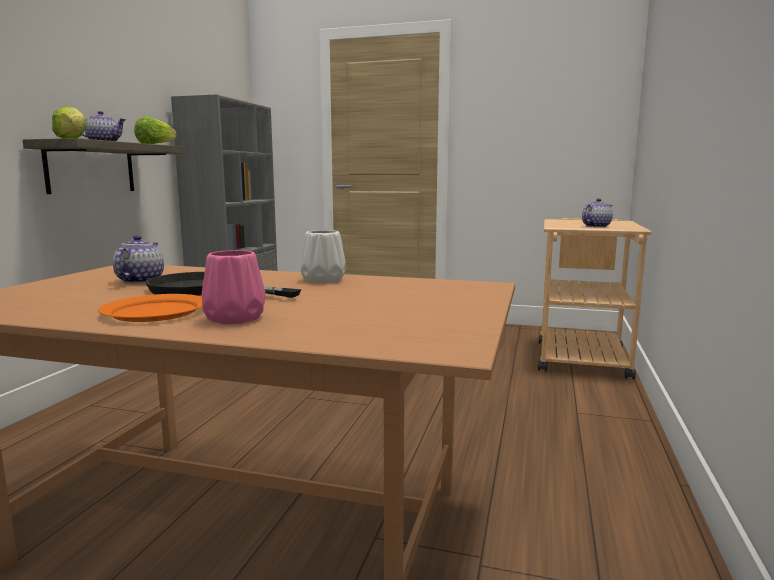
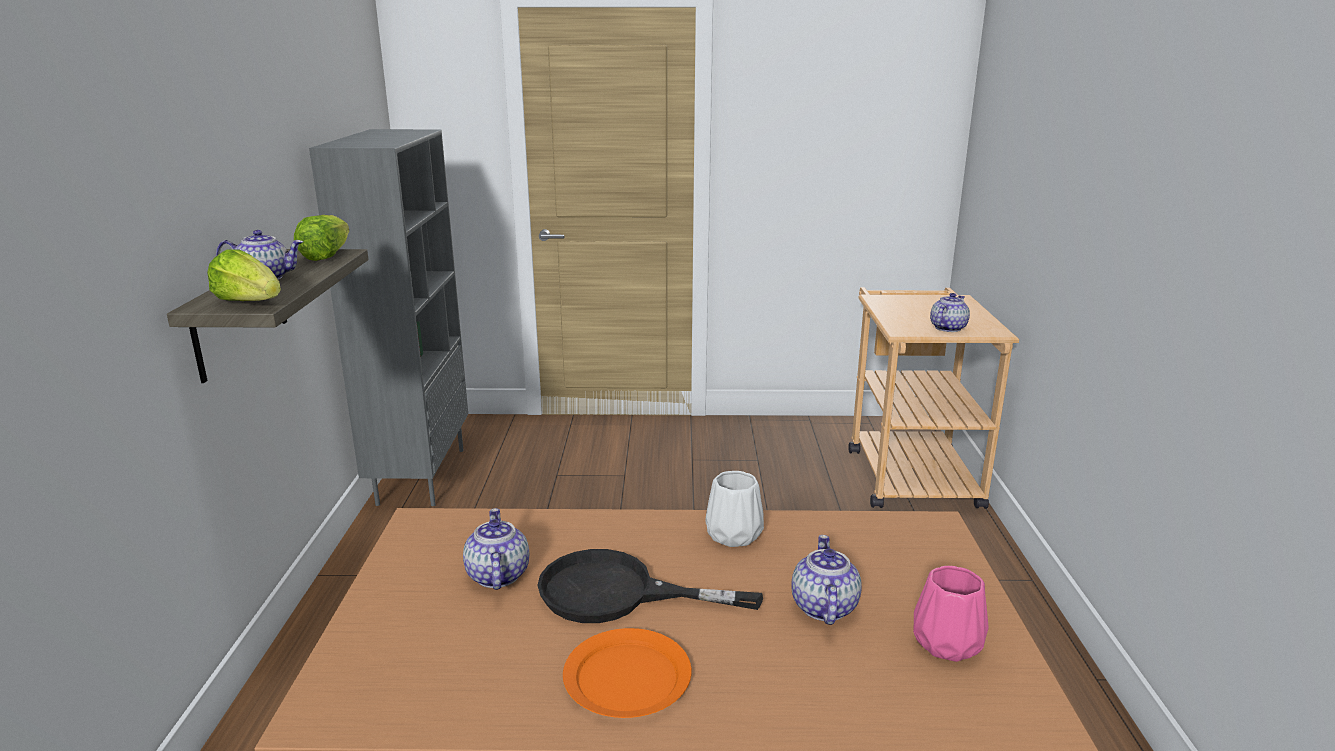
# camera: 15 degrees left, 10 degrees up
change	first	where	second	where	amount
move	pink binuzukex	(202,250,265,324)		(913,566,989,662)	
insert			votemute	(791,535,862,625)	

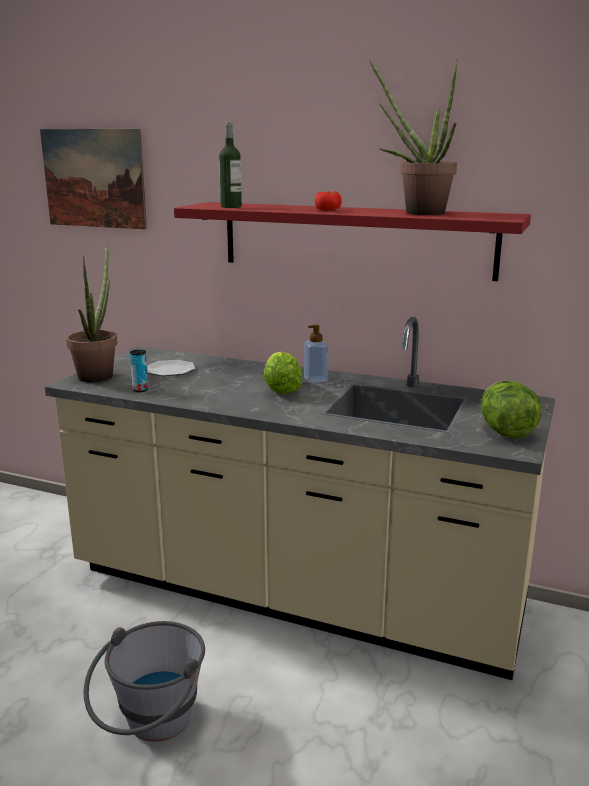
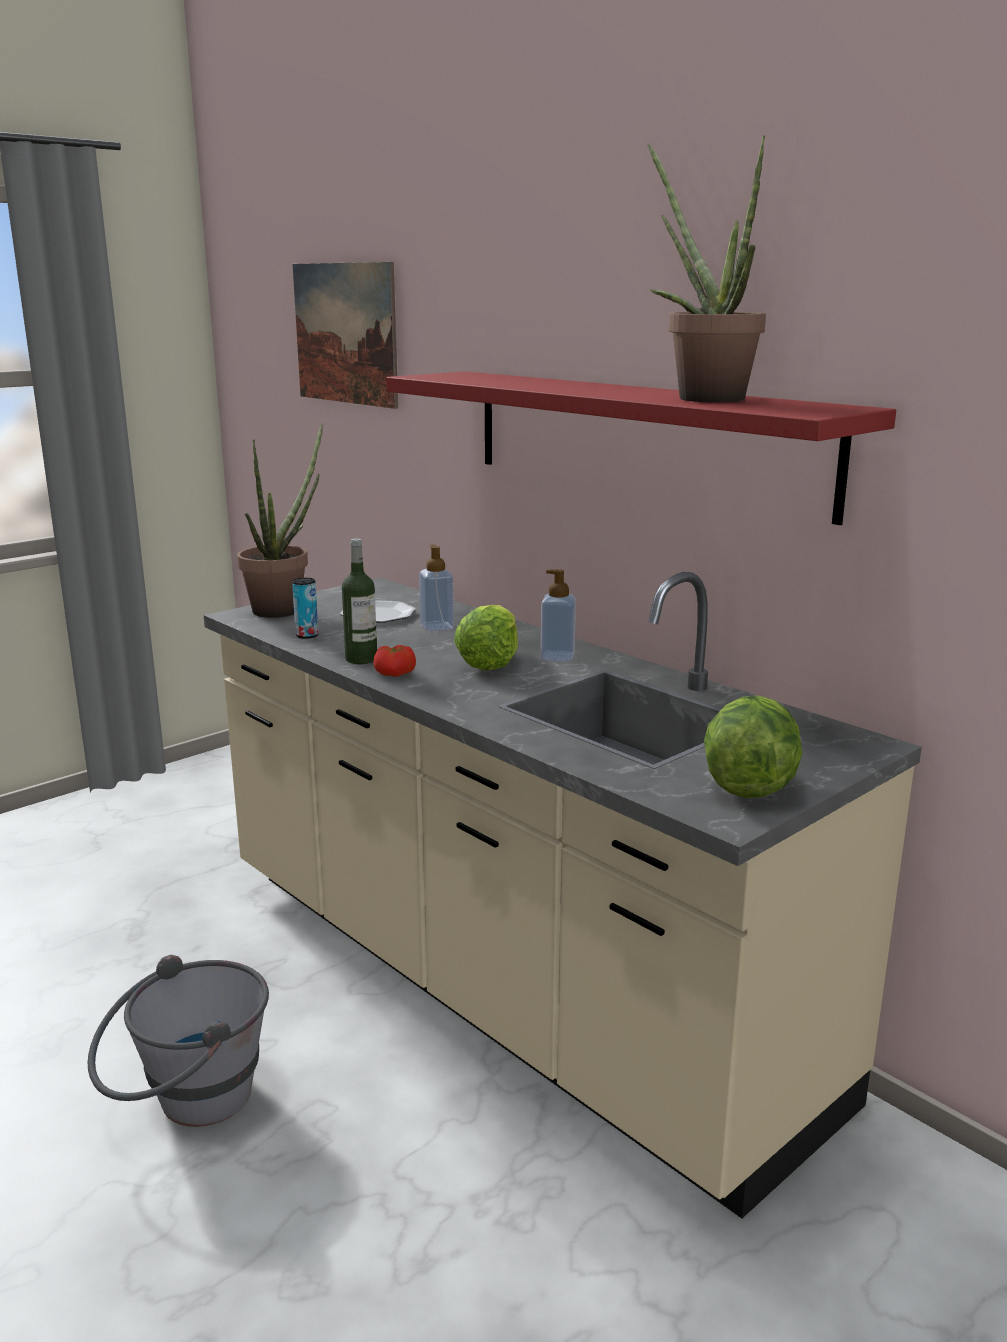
# camera: 25 degrees right, 0 degrees up
change	first	where	second	where	amount
move	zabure	(219,122,242,208)		(342,539,377,664)	
move	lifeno	(315,191,342,211)		(373,645,416,677)	
insert			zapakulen	(419,544,454,631)	

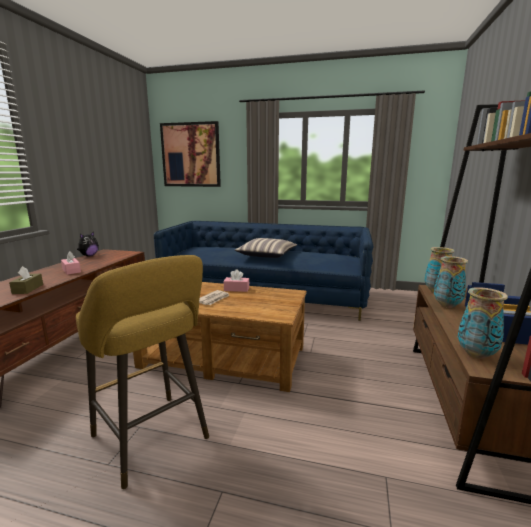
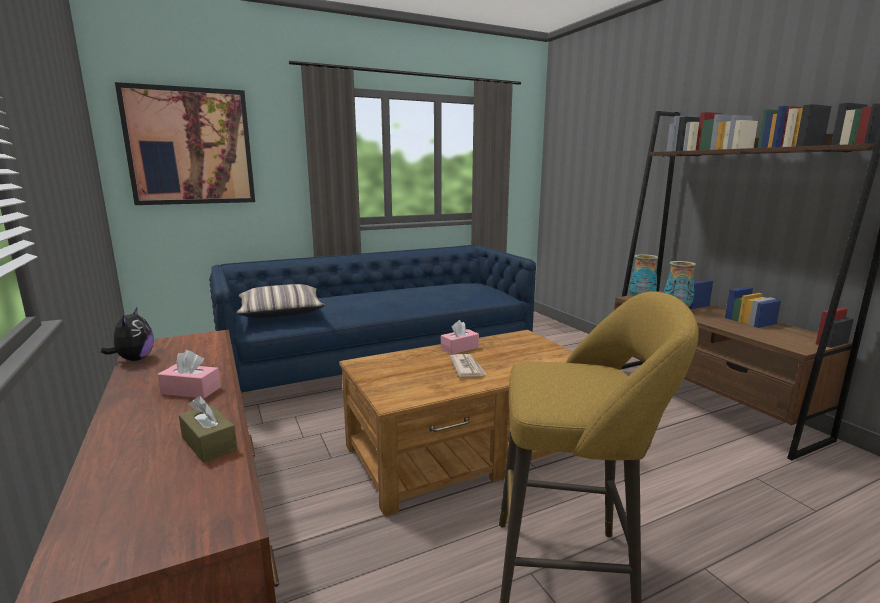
# camera: 40 degrees left, 0 degrees up
change	first	where	second	where	amount
move	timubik	(235,238,297,258)		(236,284,325,318)	
delete	binuzukex	(458,287,508,359)			

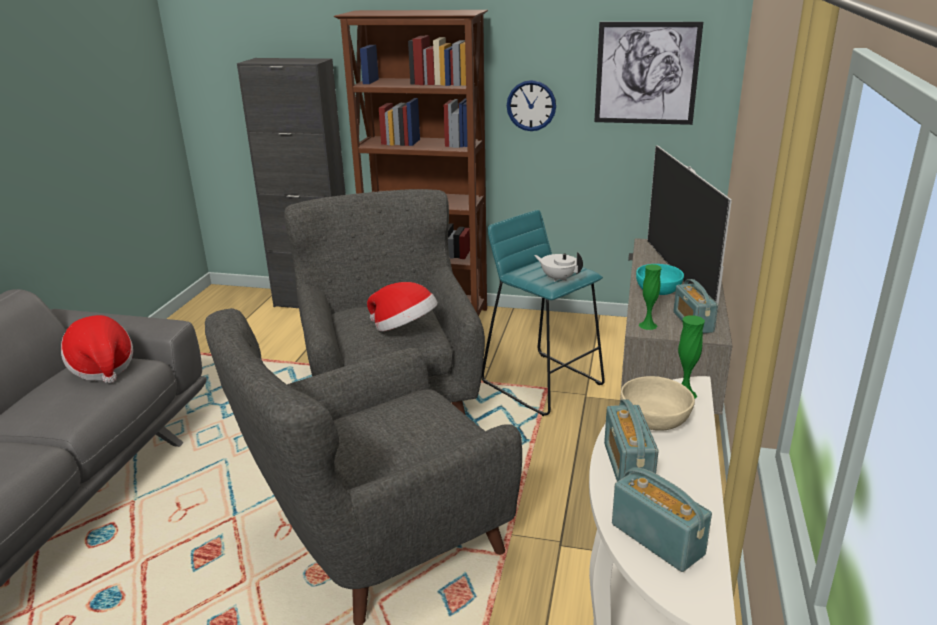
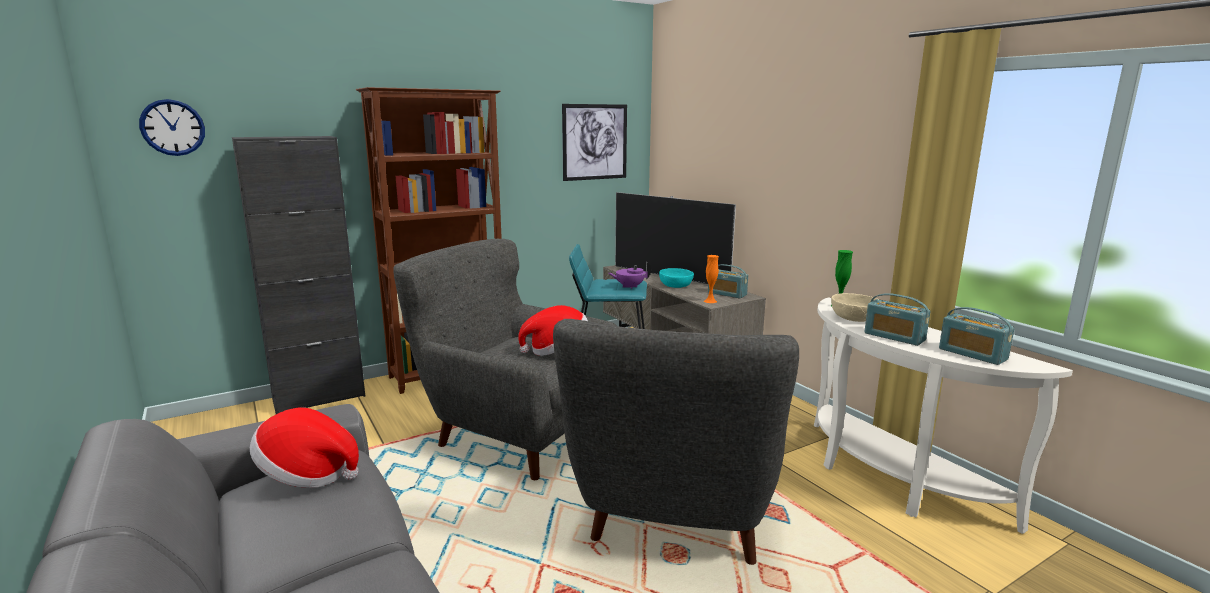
# camera: 45 degrees left, 10 degrees down
change	first	where	second	where	amount
move	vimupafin	(507,80,556,131)		(139,99,205,156)	
recolor	white votemute	(534,252,583,282)	purple votemute	(608,261,651,289)	
recolor	green binuzukex	(639,264,662,330)	orange binuzukex	(704,255,719,303)	
rotate	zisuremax	(612,467,712,572)		(939,307,1015,365)	135 degrees counterclockwise

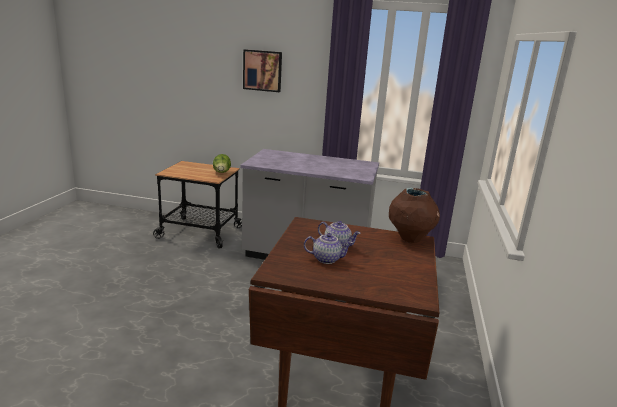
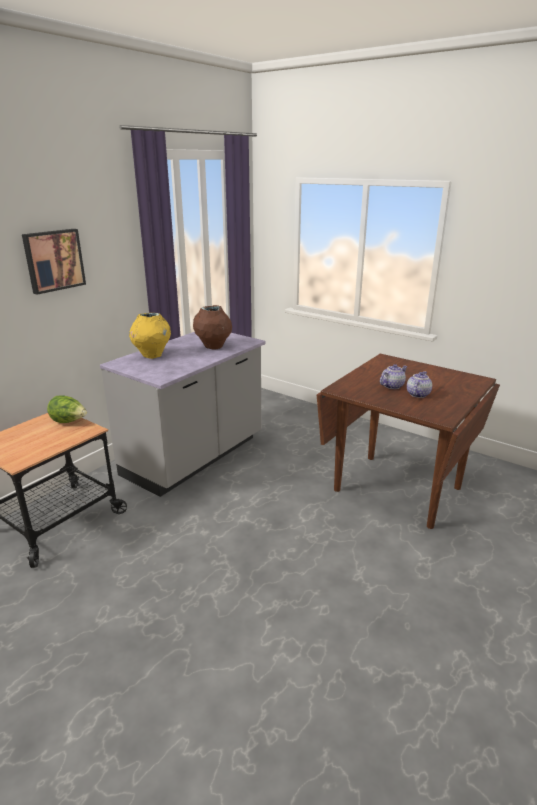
# camera: 65 degrees left, 5 degrees up
change	first	where	second	where	amount
move	brown binuzukex	(389,188,440,243)		(193,305,232,349)	
insert			yellow binuzukex	(129,313,171,359)	

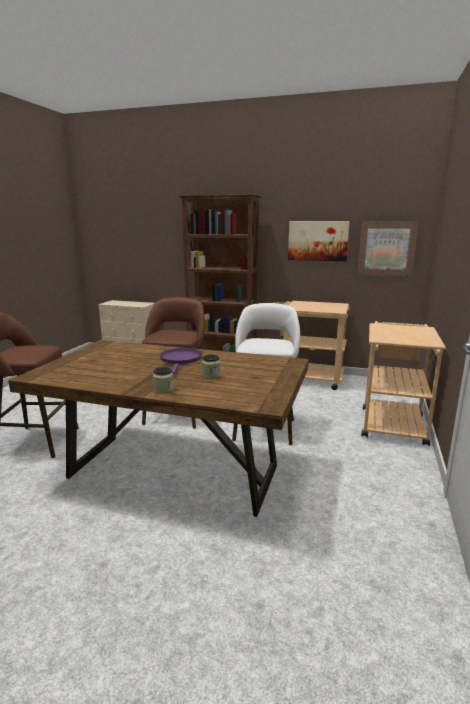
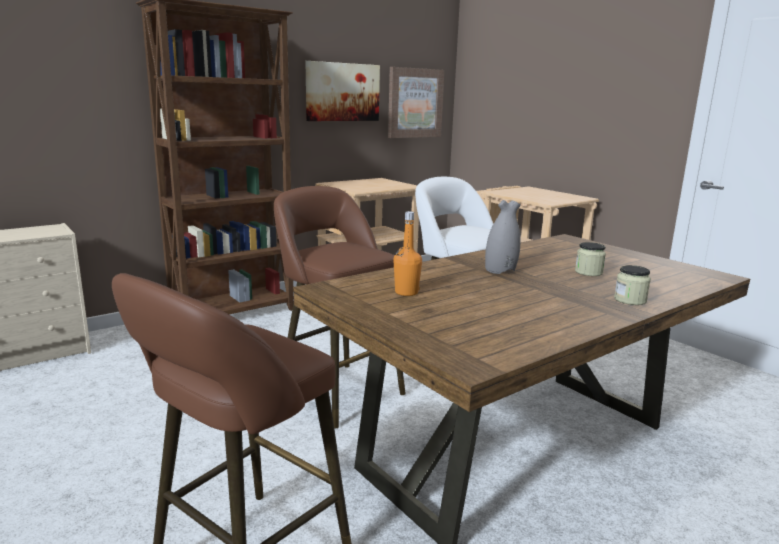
# camera: 55 degrees left, 0 degrees up
change	first	where	second	where	amount
replace	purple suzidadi	(160,348,202,374)	grey binuzukex	(485,200,521,274)	
insert			orange zabure	(393,211,422,296)	

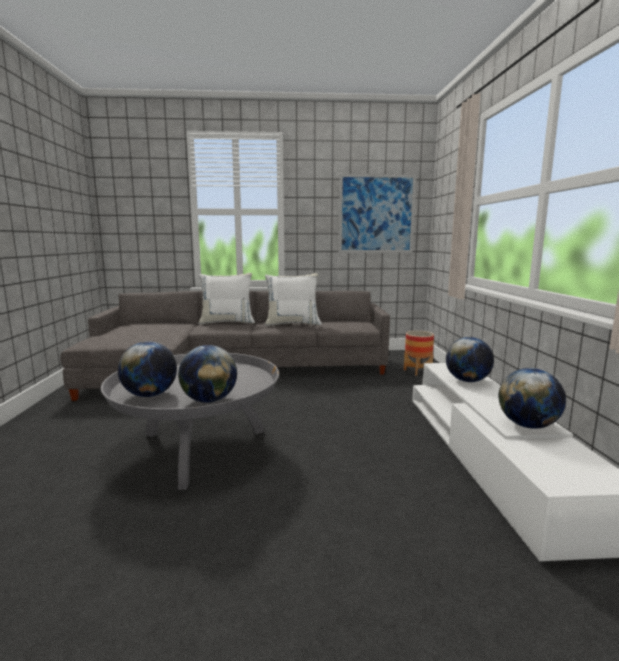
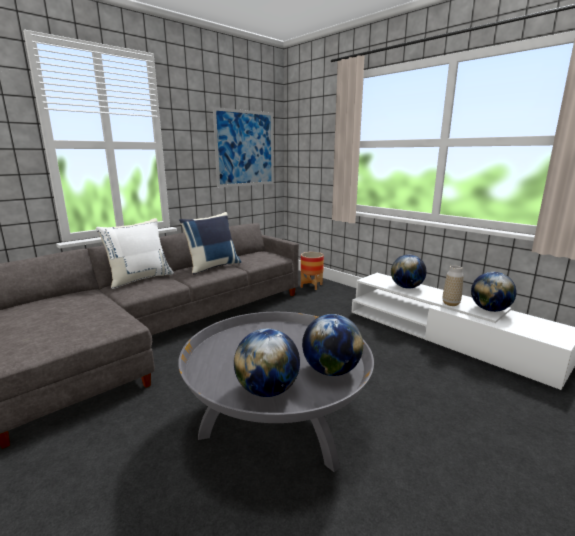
# camera: 40 degrees left, 5 degrees up
change	first	where	second	where	amount
recolor	white timubik	(265,273,322,326)	blue timubik	(179,212,241,275)	
insert			binuzukex	(443,265,464,306)	

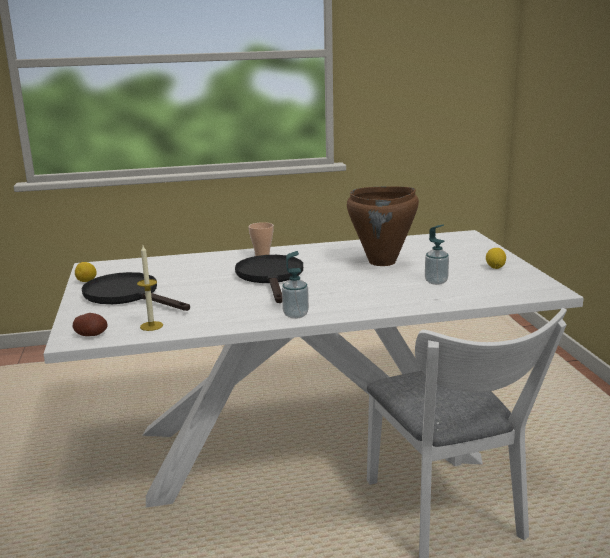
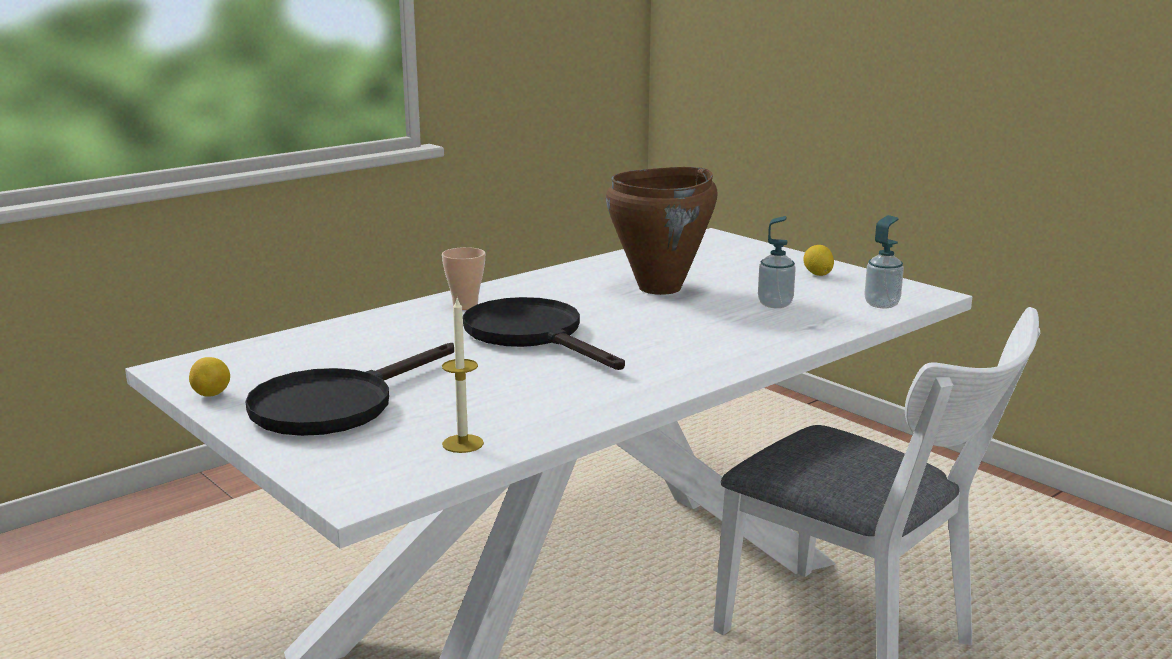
# camera: 30 degrees left, 0 degrees up
change	first	where	second	where	amount
move	zapakulen	(282,251,309,319)		(864,215,904,308)	
rotate	black suzidadi	(82,272,190,311)		(245,343,454,436)	60 degrees counterclockwise
delete	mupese	(73,313,107,336)			

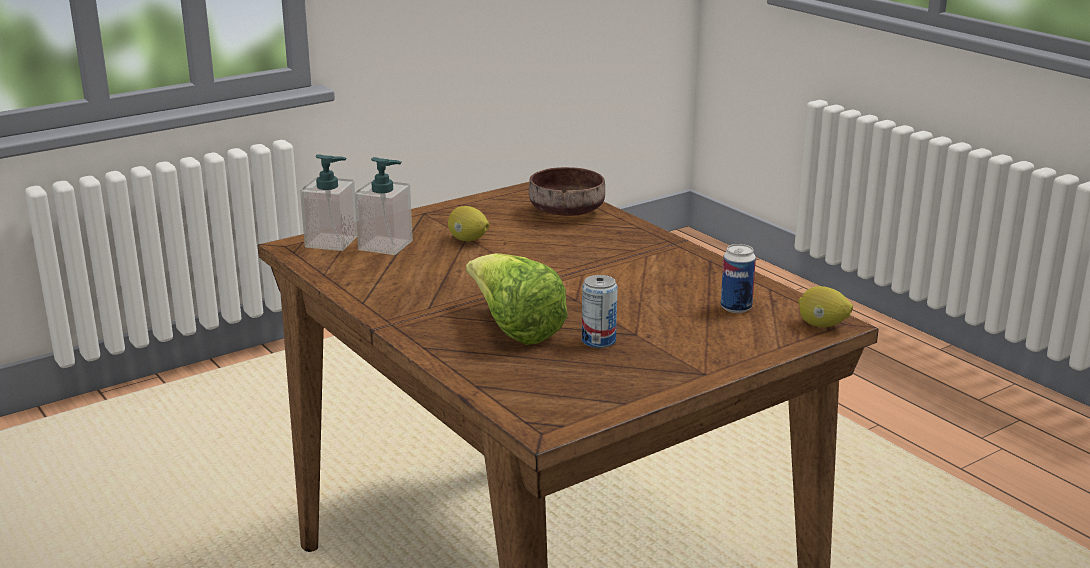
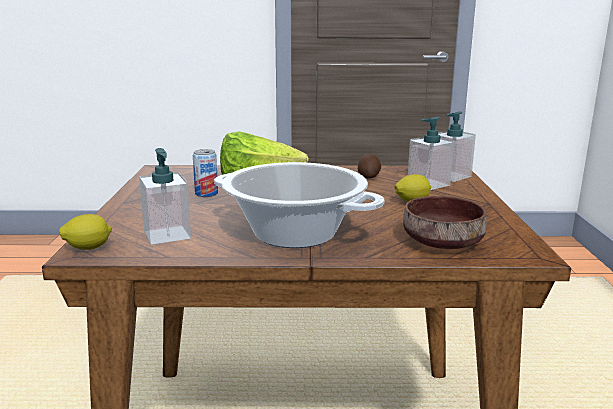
# camera: 125 degrees right, 5 degrees down
change	first	where	second	where	amount
replace	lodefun	(721,244,756,313)	zapakulen	(139,148,191,244)	
insert			mupese	(358,154,381,179)	
insert			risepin	(214,162,384,248)	

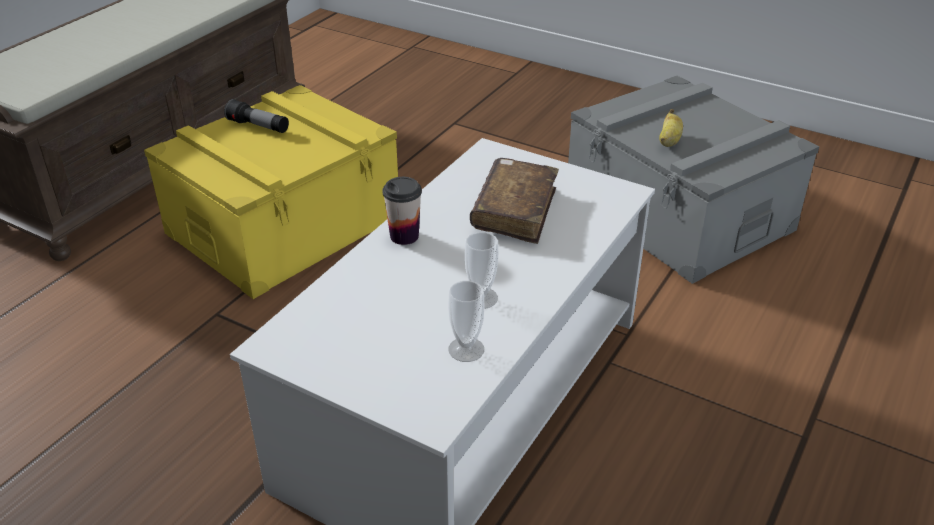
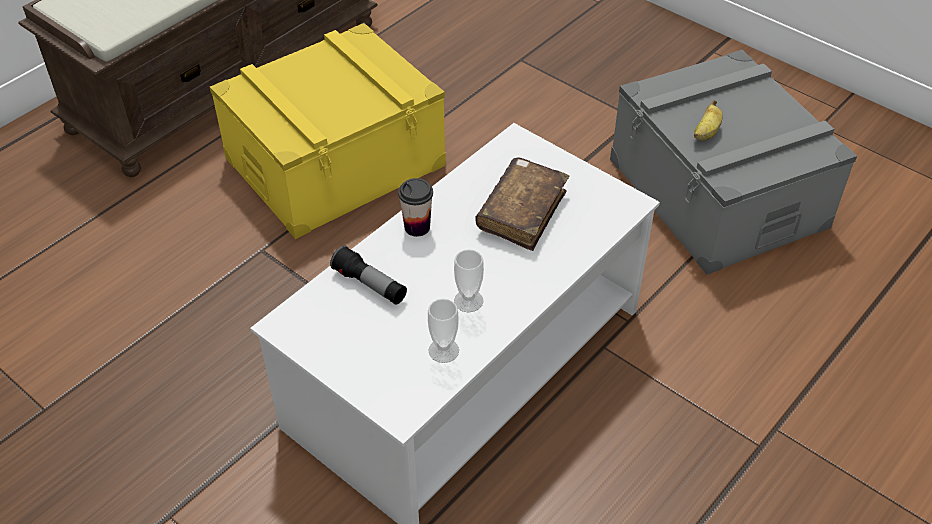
# camera: 10 degrees right, 10 degrees up
change	first	where	second	where	amount
move	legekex	(224,99,289,133)		(330,246,407,305)	

